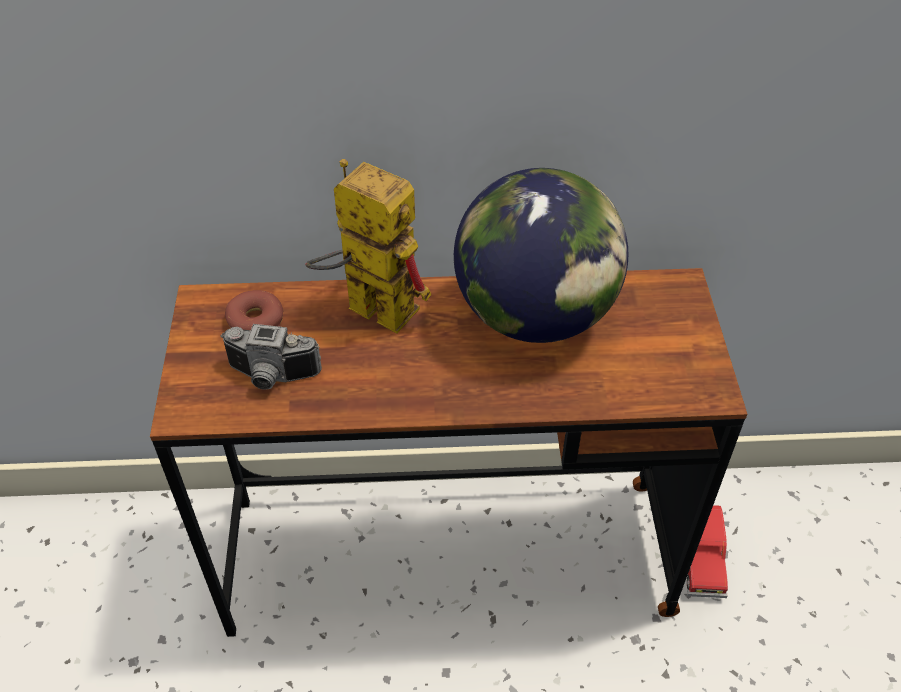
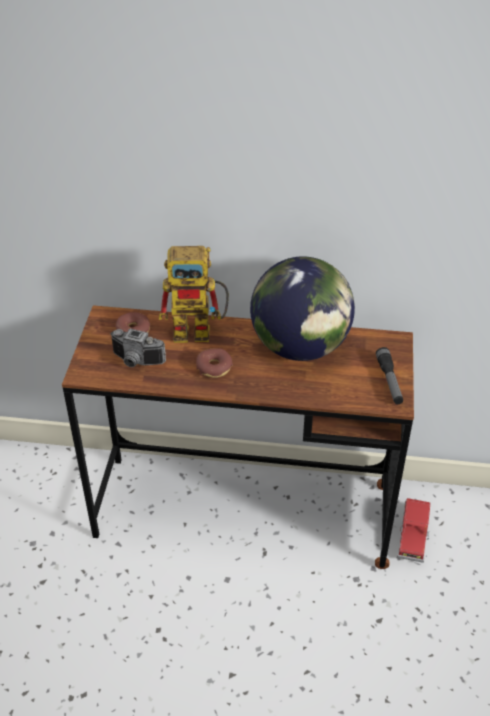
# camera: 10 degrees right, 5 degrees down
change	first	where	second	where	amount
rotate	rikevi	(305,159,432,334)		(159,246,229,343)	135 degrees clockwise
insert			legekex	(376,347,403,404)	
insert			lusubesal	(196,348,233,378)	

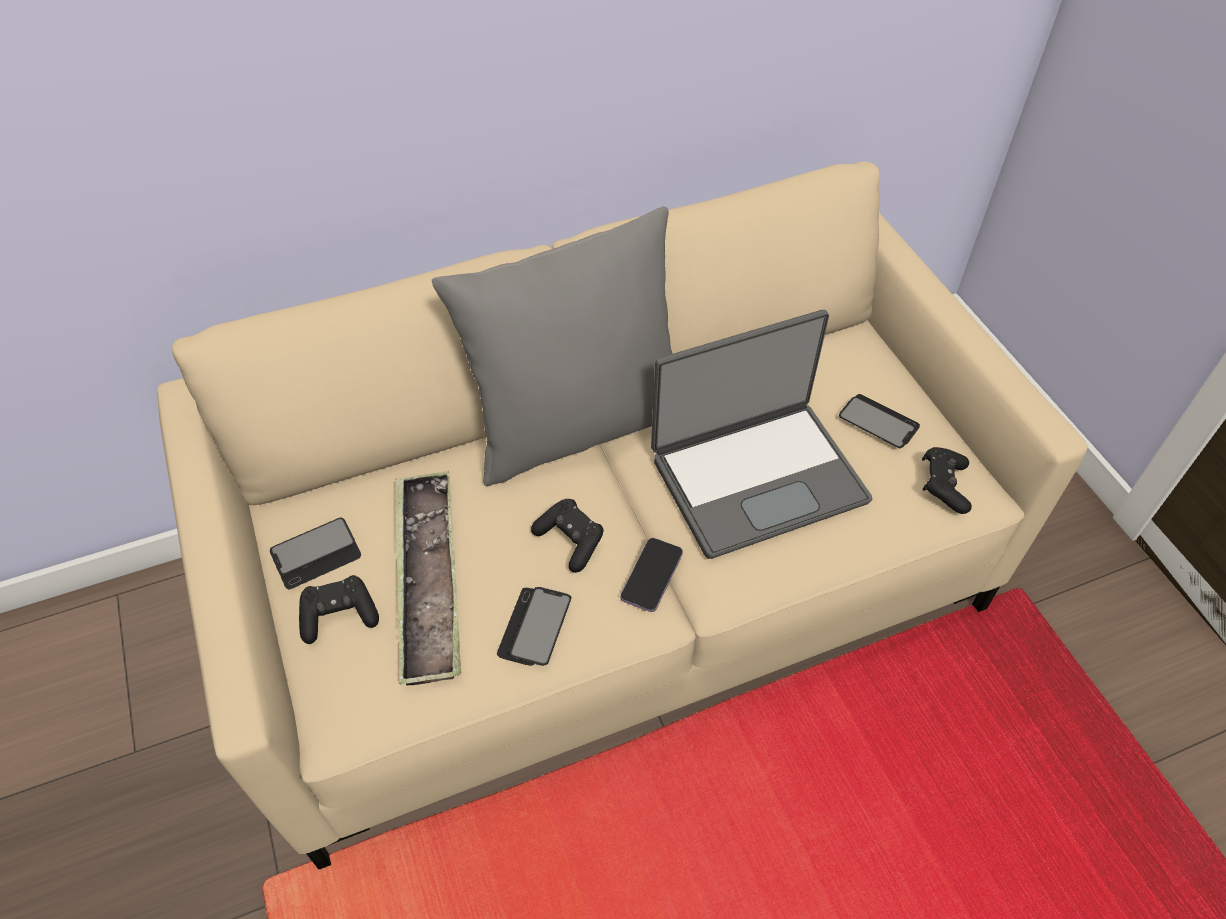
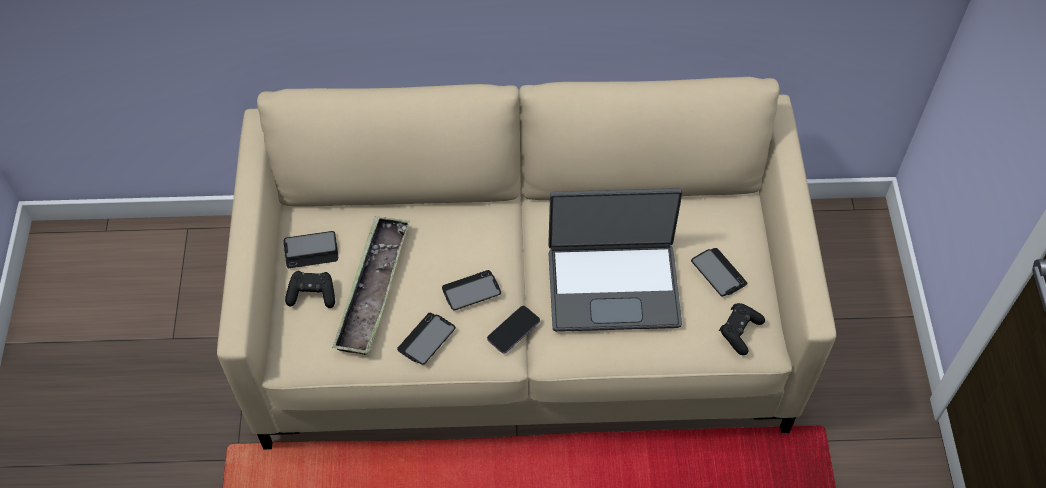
# camera: 20 degrees right, 5 degrees up
change	first	where	second	where	amount
delete	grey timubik	(432,206,673,486)			
replace	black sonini	(531,499,604,573)	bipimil	(442,270,501,311)	

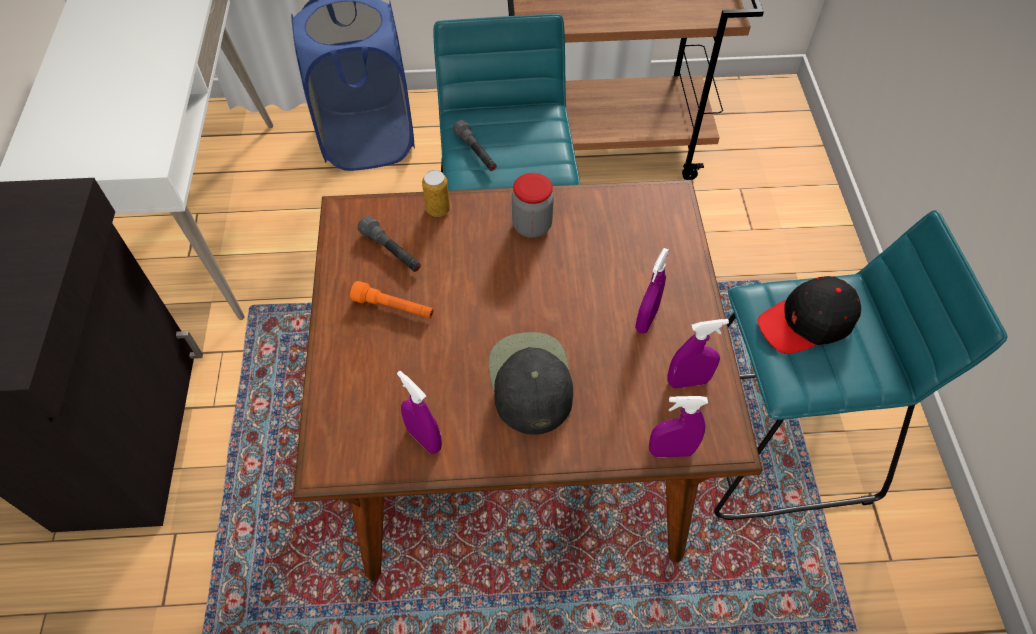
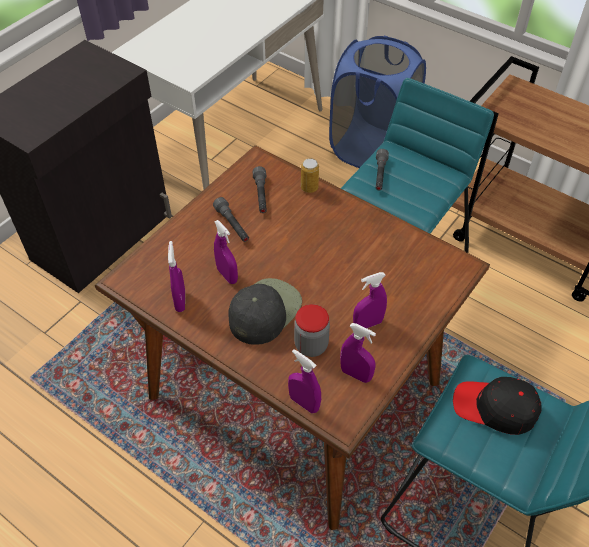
# camera: 40 degrees right, 5 degrees down
change	first	where	second	where	amount
move	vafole	(512,173,554,238)		(294,304,330,357)	
recolor	orange legekex	(350,281,433,318)	grey legekex	(213,197,249,242)	
insert			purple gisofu	(214,220,238,284)	

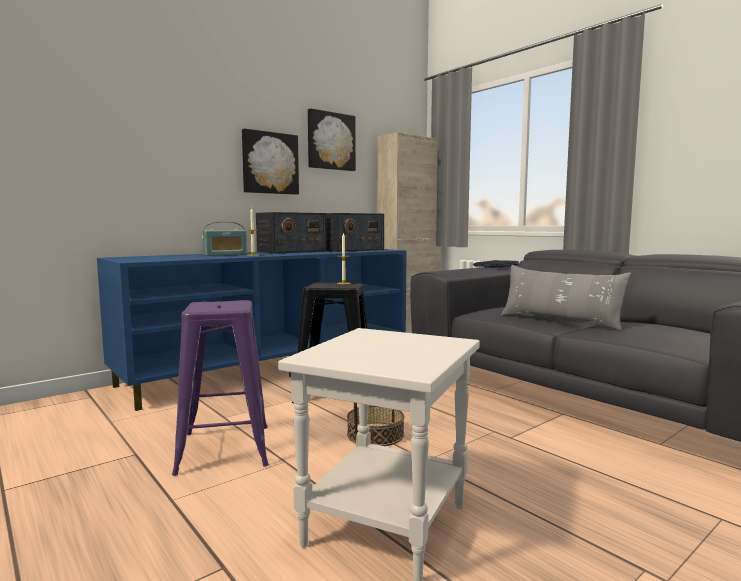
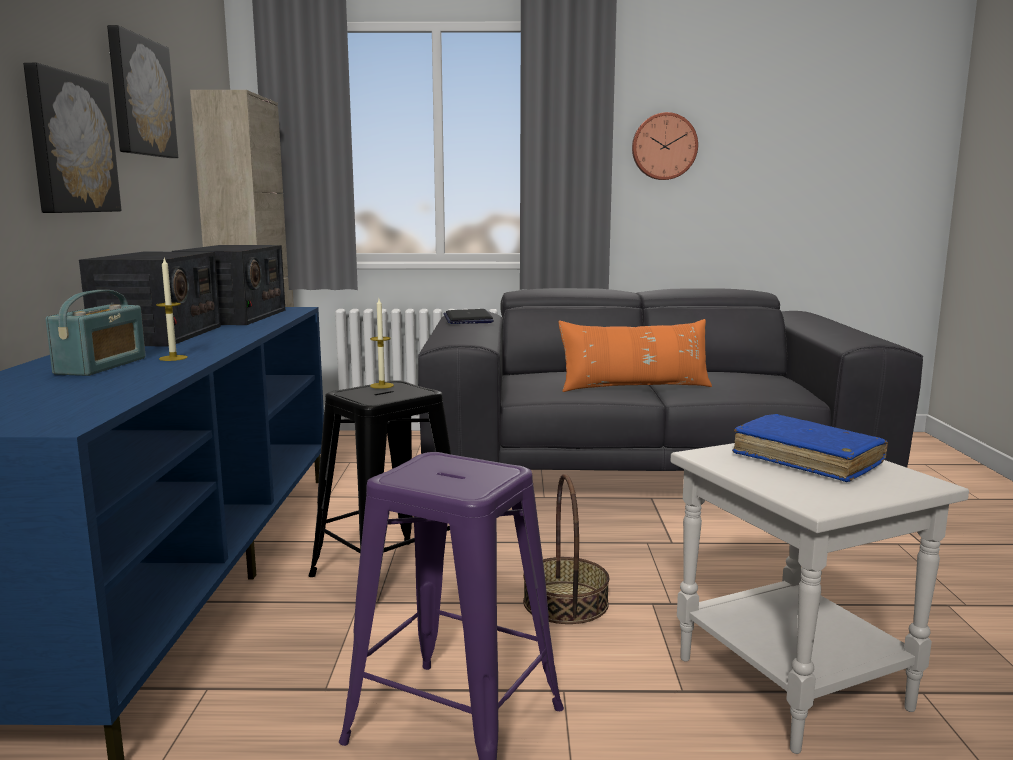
# camera: 50 degrees left, 5 degrees up
change	first	where	second	where	amount
recolor	grey timubik	(501,265,631,331)	orange timubik	(558,319,712,392)	
insert			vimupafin	(632,112,698,180)	
insert			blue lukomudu	(732,414,888,482)	

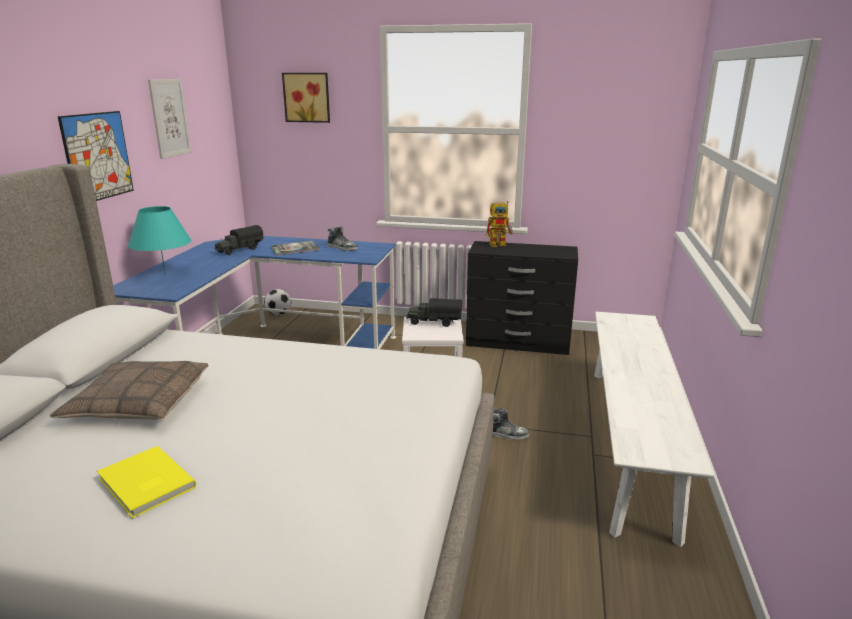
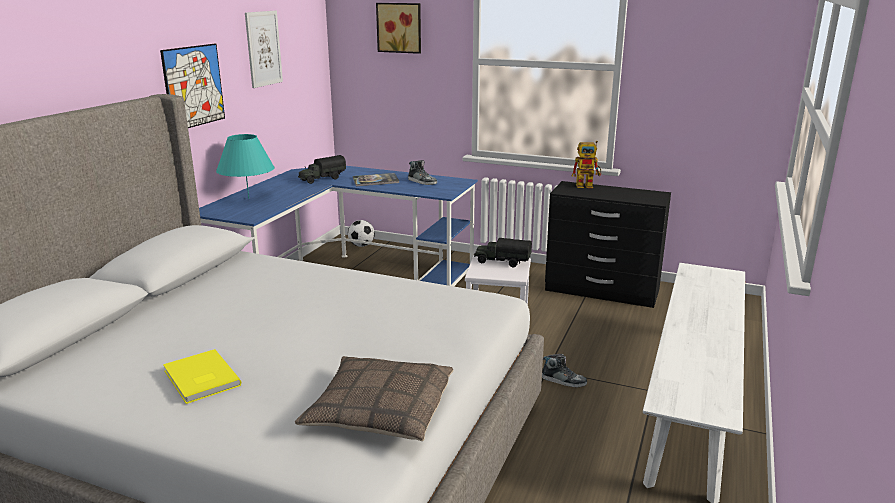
# camera: 10 degrees right, 0 degrees up
change	first	where	second	where	amount
move	timubik	(50,361,209,420)		(295,356,454,441)	

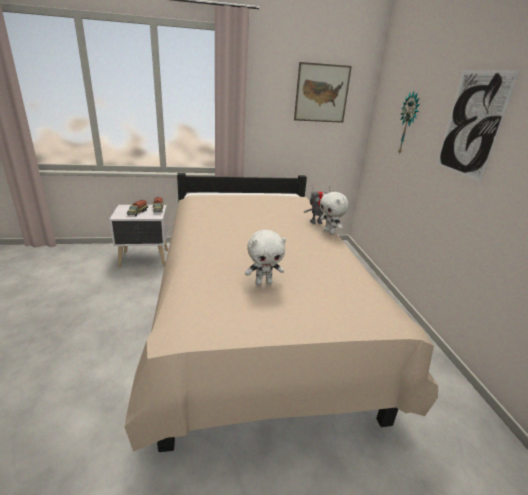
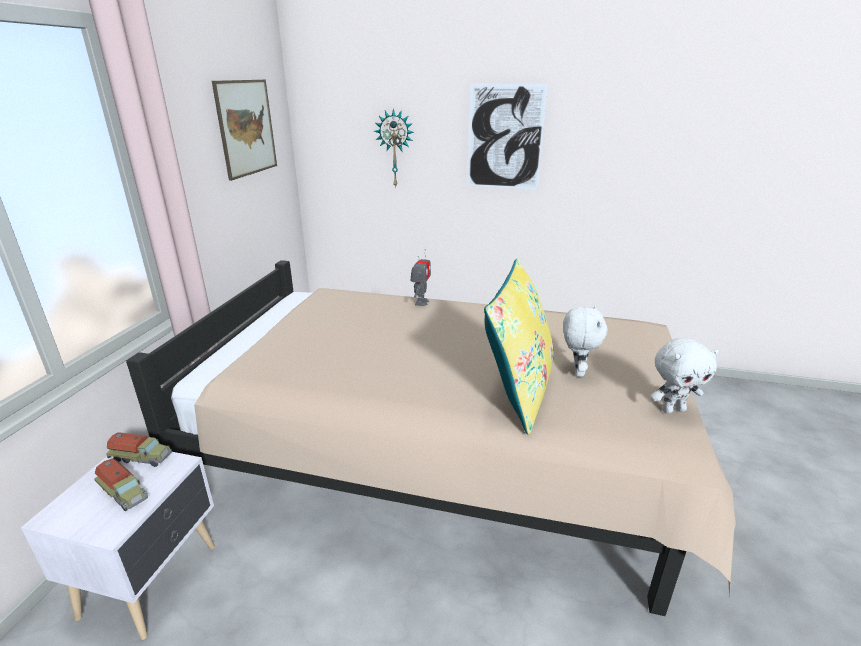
# camera: 65 degrees left, 0 degrees up
change	first	where	second	where	amount
move	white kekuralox	(320,192,349,234)		(650,338,719,414)	
insert			yellow timubik	(484,258,554,435)	

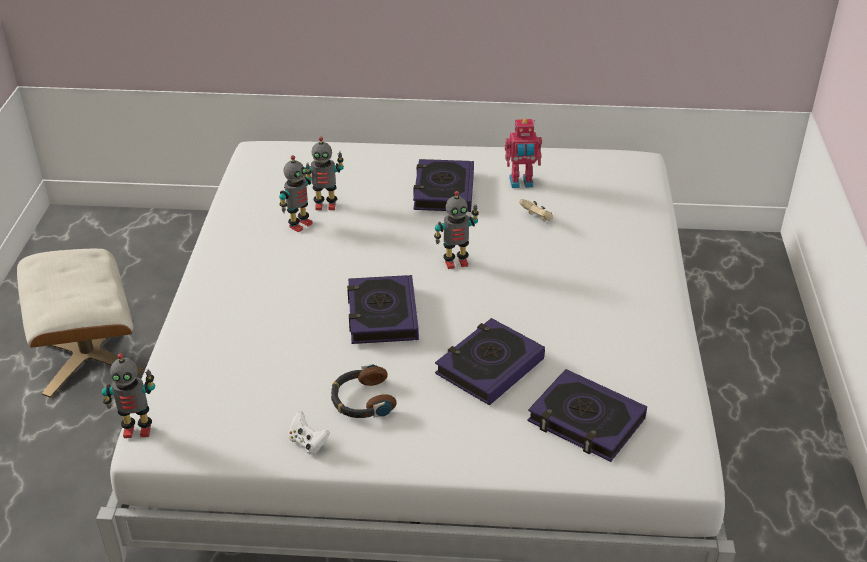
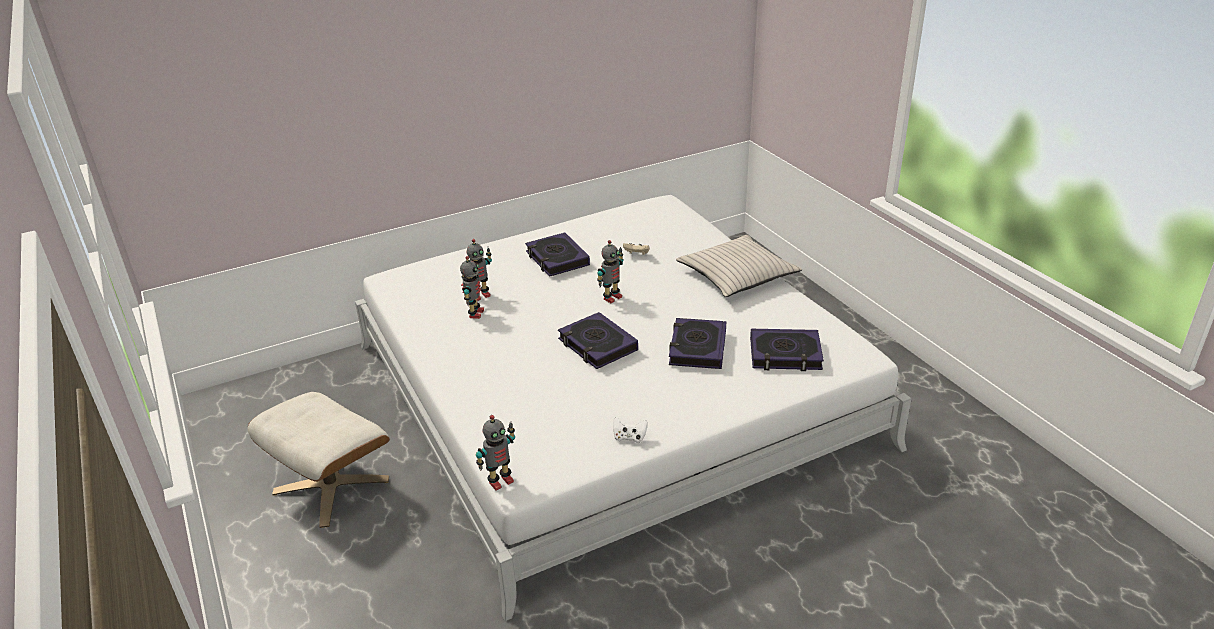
# camera: 30 degrees left, 5 degrees down
change	first	where	second	where	amount
delete	rikevi	(505,119,542,188)			
delete	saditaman	(331,364,397,418)			
insert			beige timubik	(676,235,803,297)	

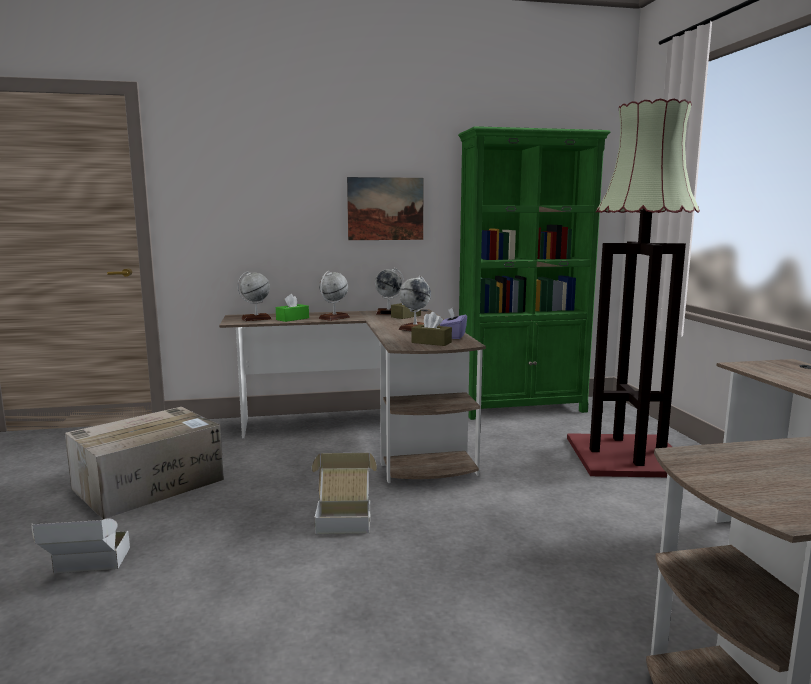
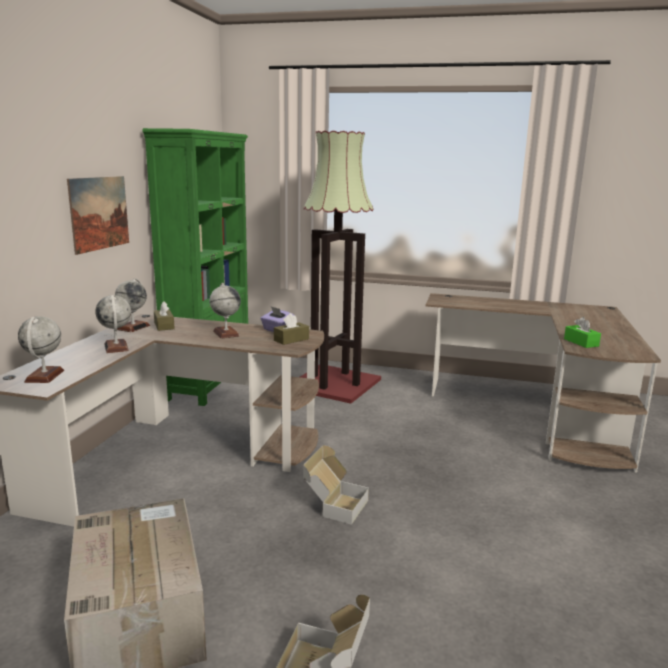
# camera: 65 degrees left, 5 degrees up
change	first	where	second	where	amount
move	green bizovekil	(276,294,309,322)		(564,317,601,348)	

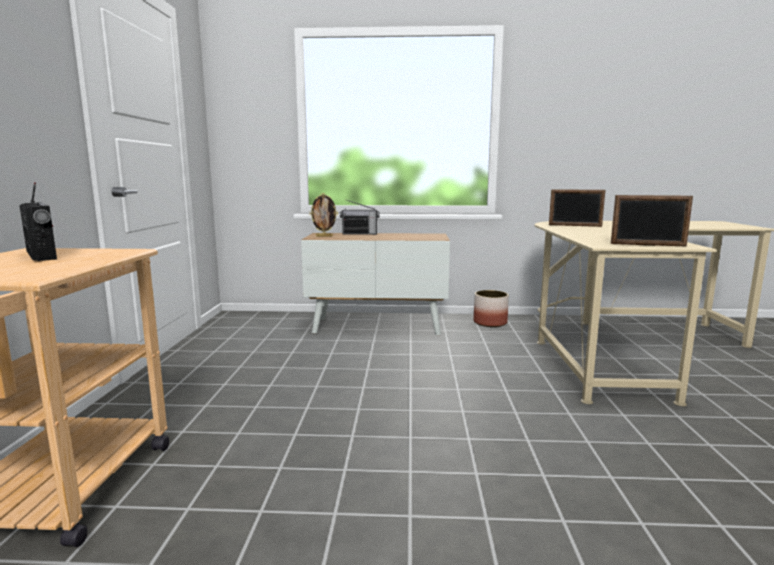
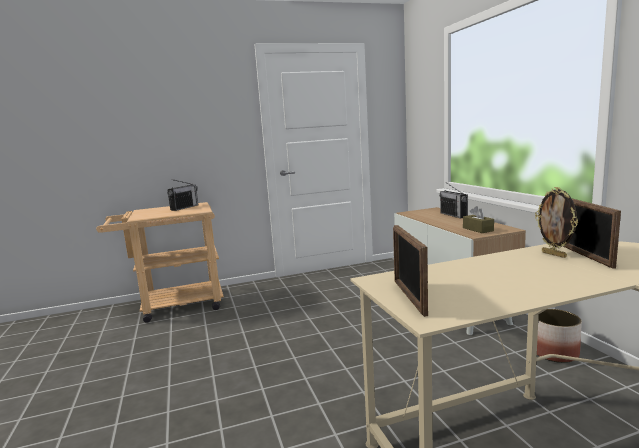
# camera: 70 degrees right, 0 degrees up
change	first	where	second	where	amount
move	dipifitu	(309,193,338,237)		(535,187,578,258)	
insert			brown bizovekil	(463,206,494,233)	

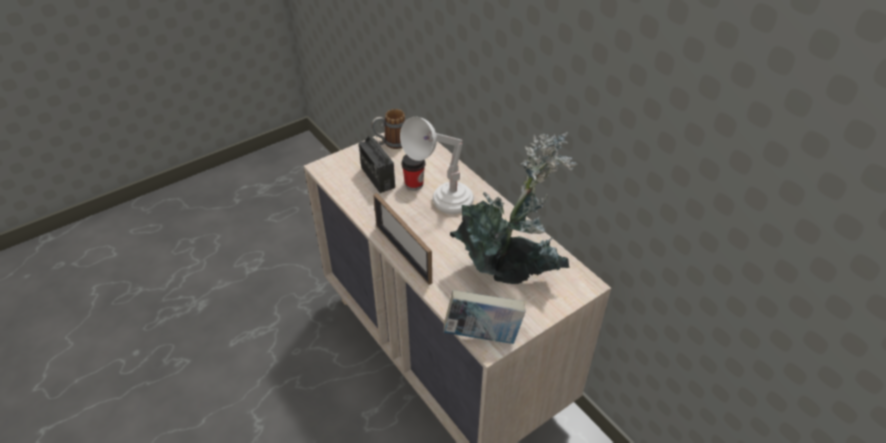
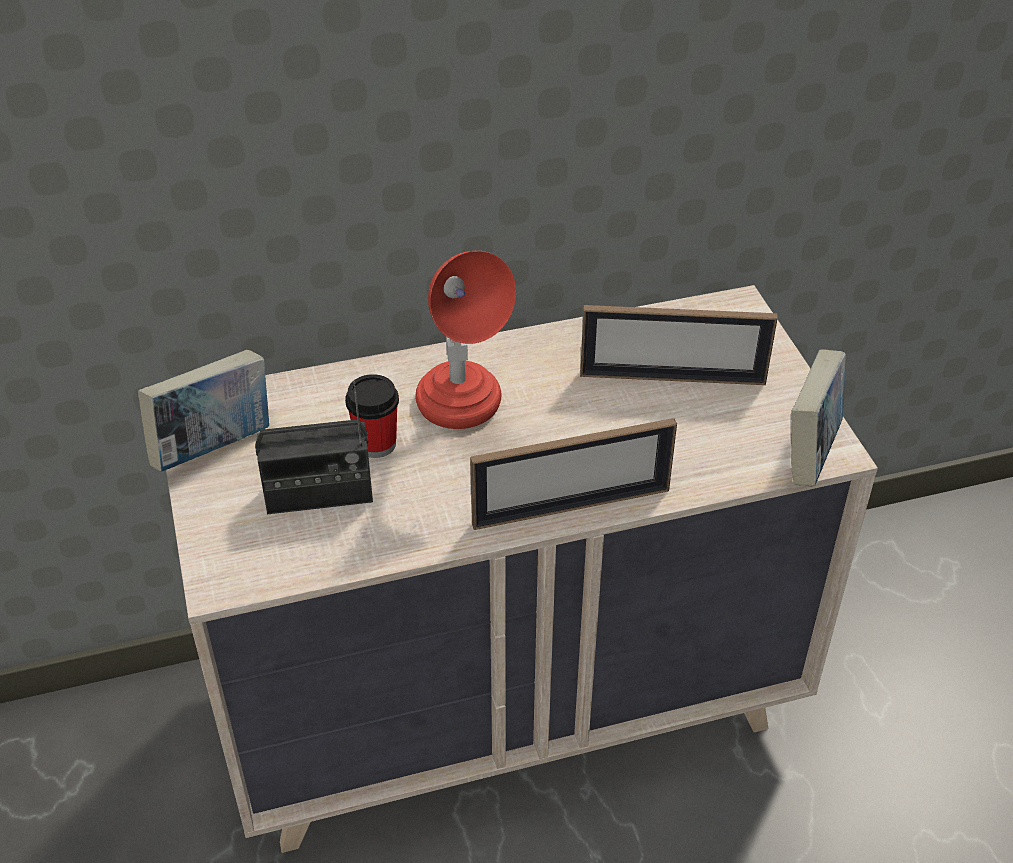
# camera: 70 degrees left, 0 degrees up
change	first	where	second	where	amount
replace	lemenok	(371,109,406,149)	lukomudu	(138,350,269,472)	
recolor	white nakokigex	(400,117,474,214)	red nakokigex	(415,251,516,429)	
replace	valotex	(450,132,578,284)	dipifitu	(580,305,778,385)	

